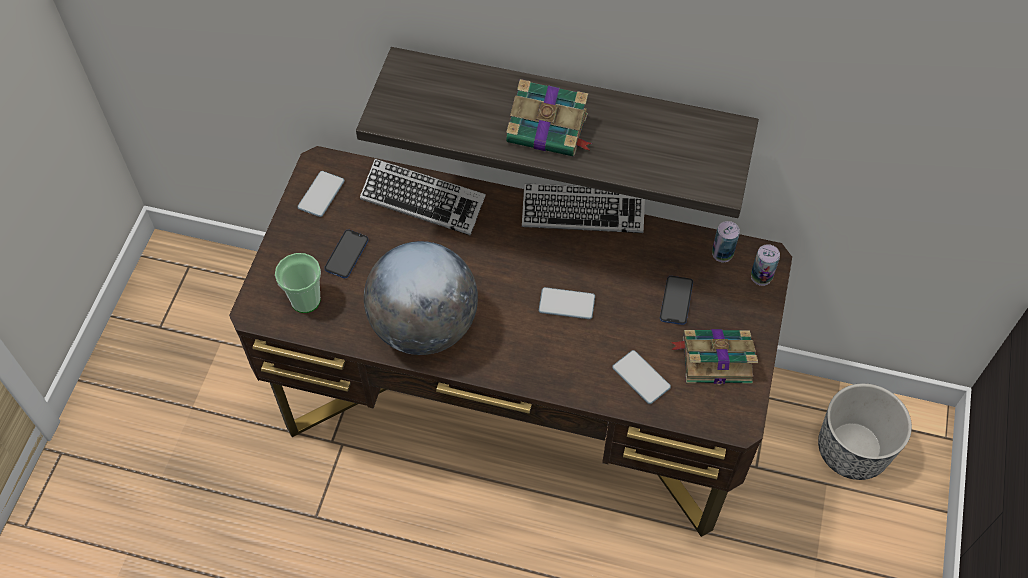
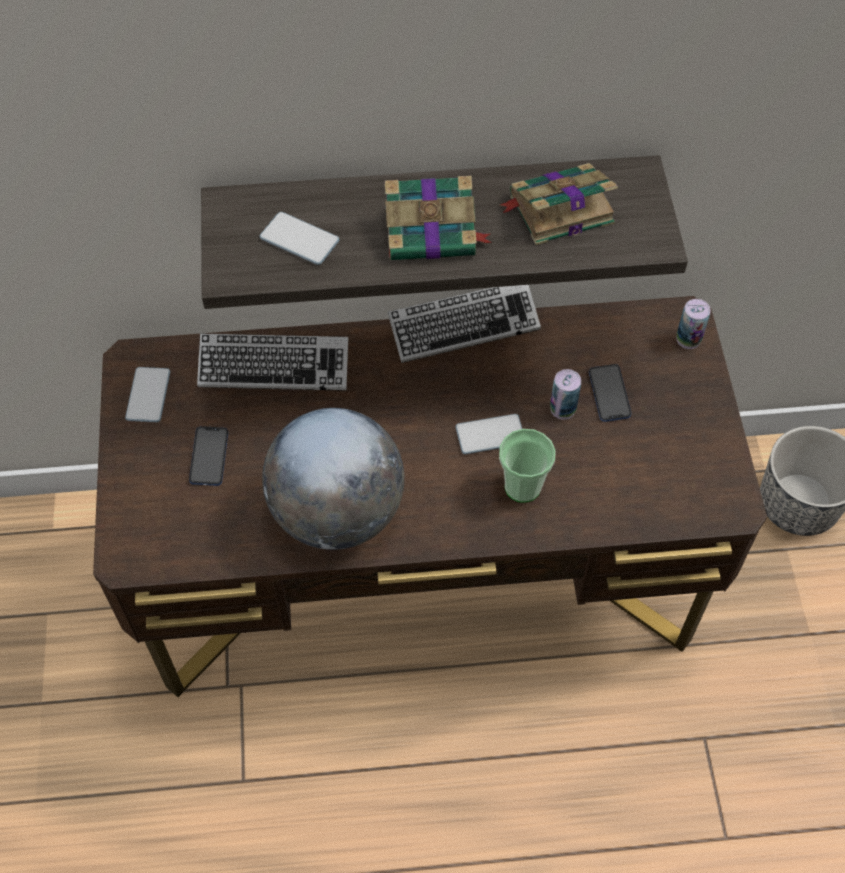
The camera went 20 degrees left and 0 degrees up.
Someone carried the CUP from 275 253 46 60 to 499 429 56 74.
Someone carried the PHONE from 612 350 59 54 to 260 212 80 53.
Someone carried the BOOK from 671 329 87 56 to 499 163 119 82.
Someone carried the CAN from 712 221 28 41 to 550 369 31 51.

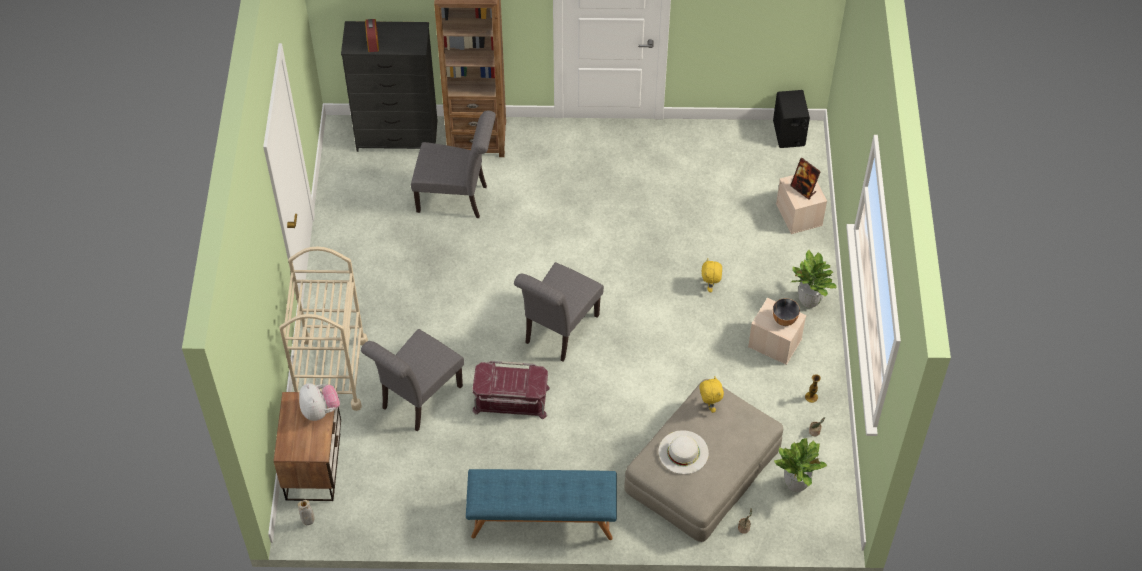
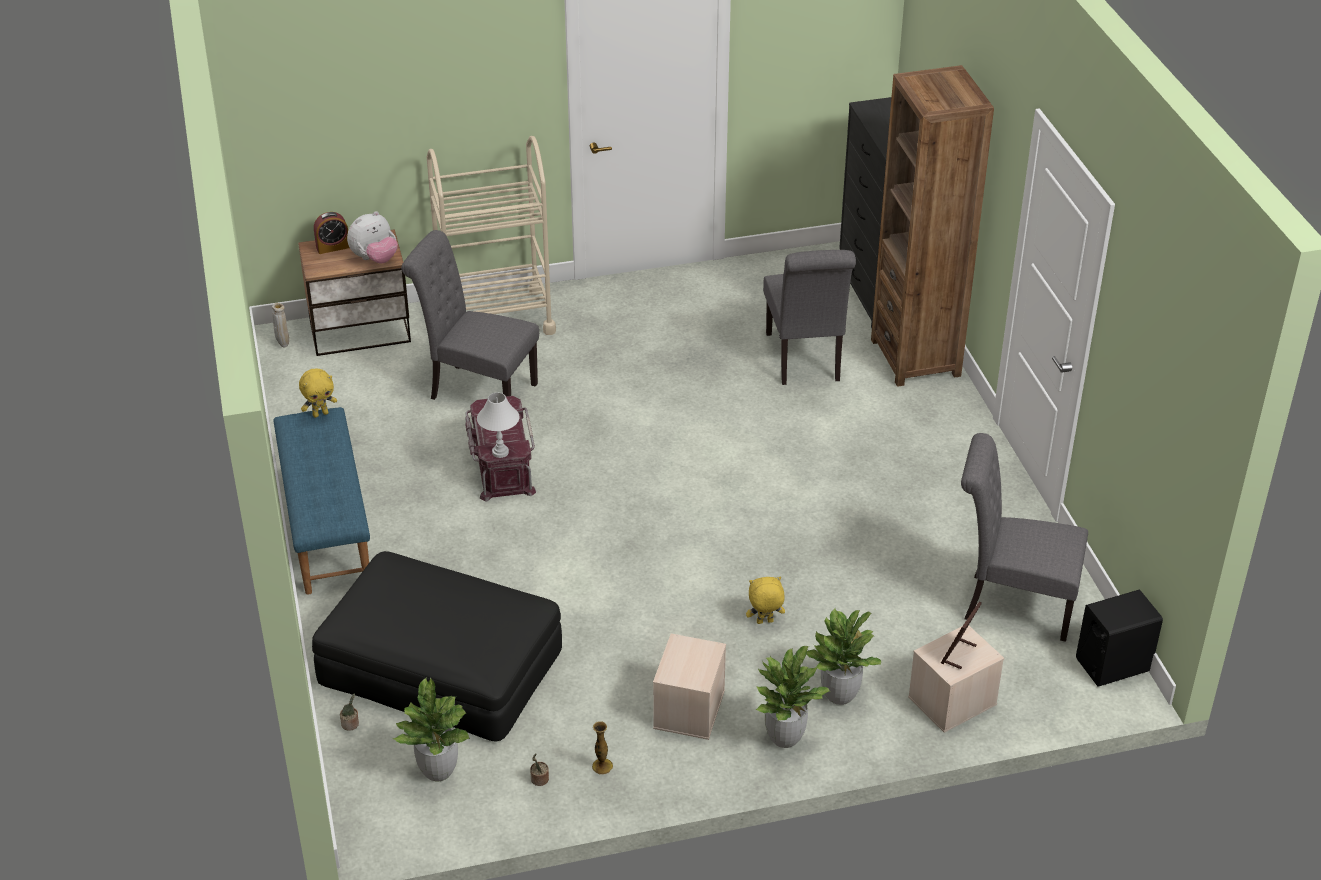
The camera went 75 degrees right and 15 degrees down.
Someone carried the ALARM CLOCK from 365 19 14 33 to 314 212 36 42.
Someone carried the GRAY PLAIN CHAIR from 514 262 90 100 to 961 433 127 209.
Someone repainted the BEIGE-COLOURED POUFFE at 624 379 159 163, which became the BLACKISH POUFFE at 312 551 250 191.
Someone took away the WHITE-COLOURED WEARABLE HAT at 658 430 51 44.
Someone carried the YELLOW SOFT TOY from 699 377 25 36 to 299 369 38 49.
Someone took away the SERVING BOWL at 773 298 27 28.
Someone put down the WHITE-COLOURED TABLETOP LAMP at 477 393 43 65.
Someone put down the PLANT IN A POT at 807 608 74 97.

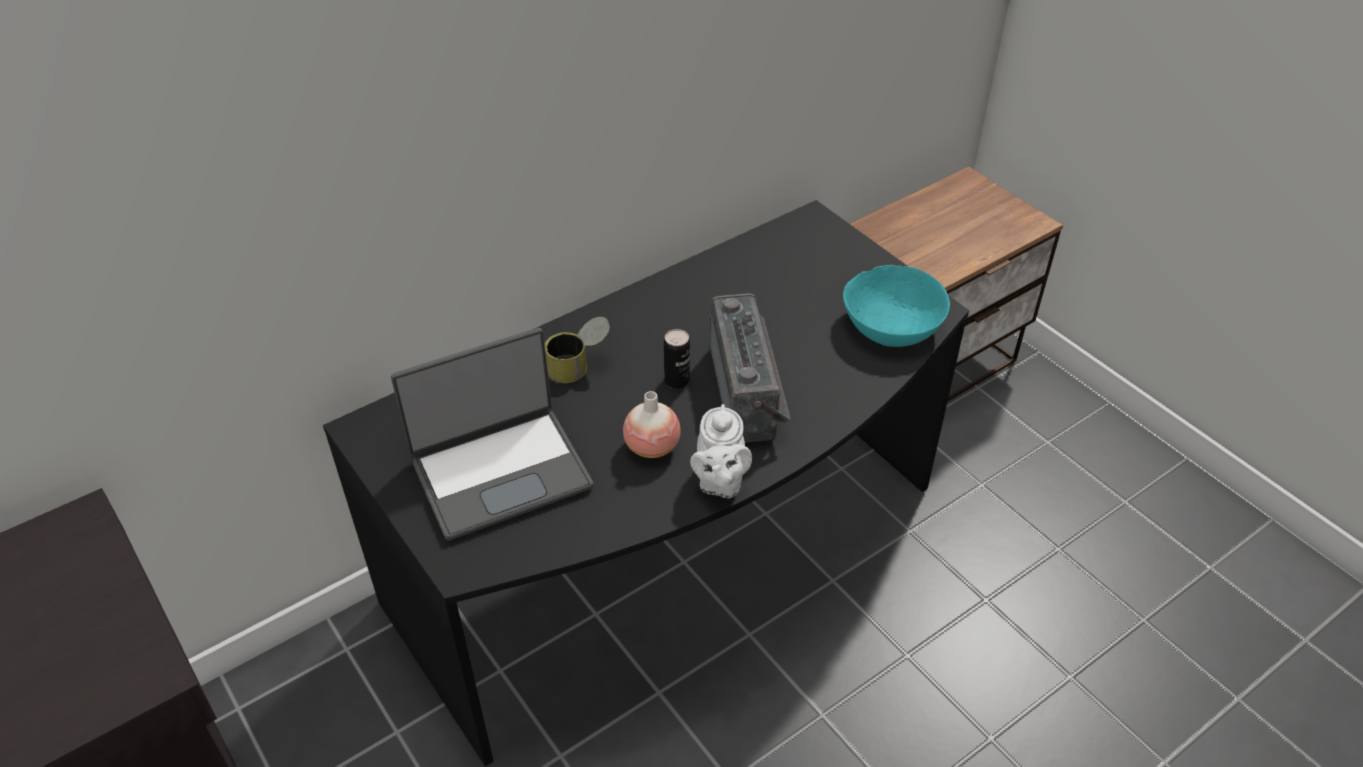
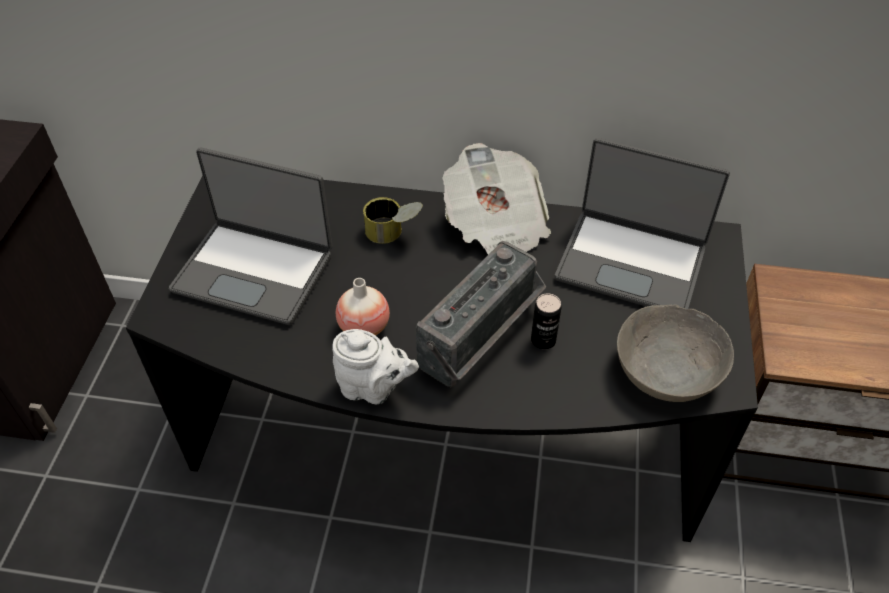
The camera went 45 degrees right and 5 degrees up.
Someone carried the CAN from 664 329 26 60 to 531 293 31 57.
Someone rotated the WHITE-COLOURED TEAPOT at 690 404 62 94 by 120 degrees counterclockwise.
Someone repainted the BLUE-GREEN SERVING BOWL at 843 265 107 82, which became the GRAY SERVING BOWL at 617 304 117 98.
Someone put down the DAILY PAPER at 442 143 109 112.
Someone put down the NOTEBOOK COMPUTER at 555 138 175 171.

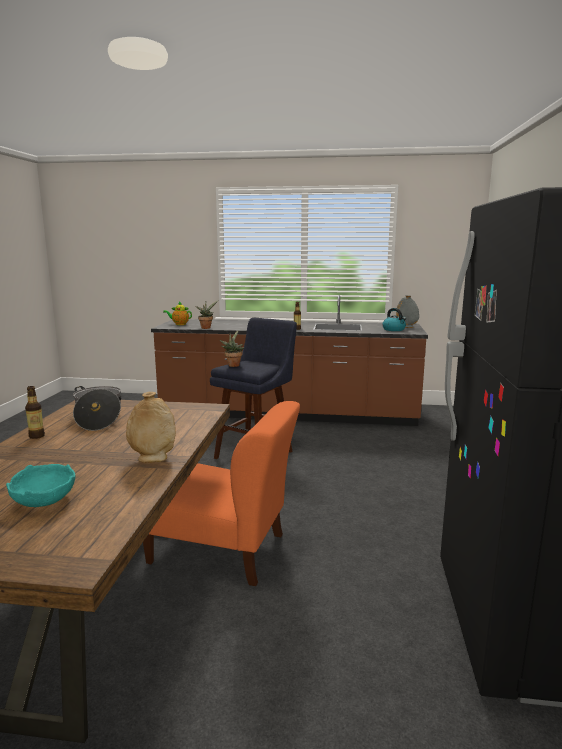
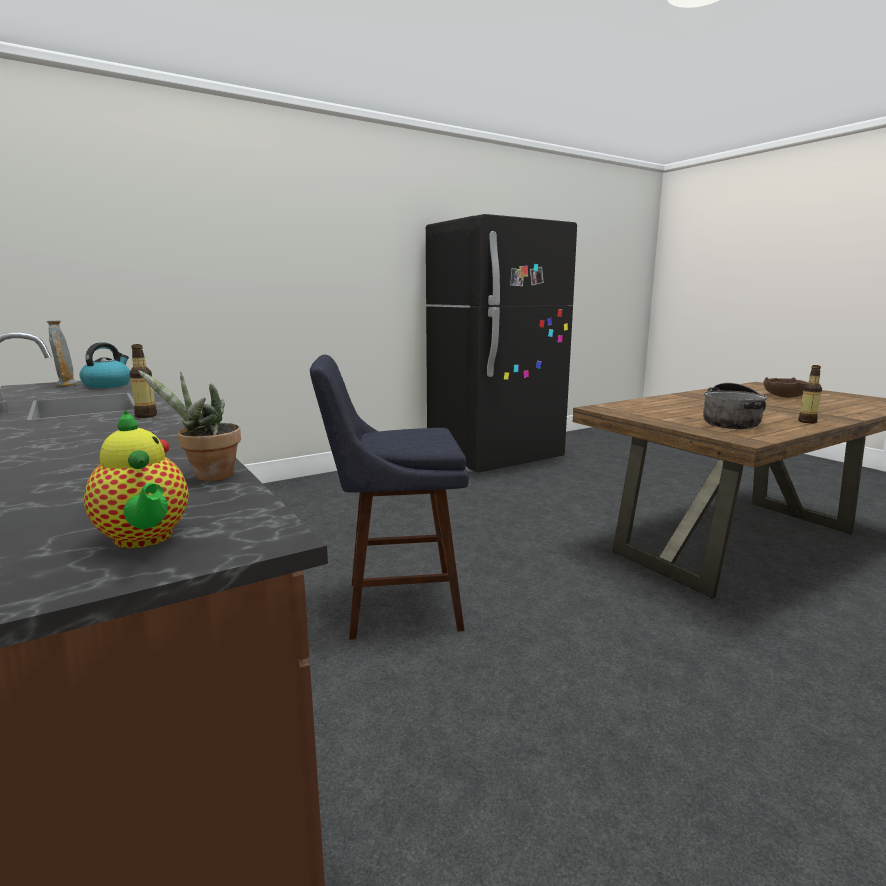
The camera went 130 degrees left and 0 degrees up.
Someone repainted the BLUE-GREEN SERVING BOWL at 6 464 70 43, which became the BROWN SERVING BOWL at 764 377 44 21.
Someone took away the BEIGE-COLOURED FLOWER VASE at 126 392 50 71.
Someone took away the ORANGE PLAIN CHAIR at 143 401 157 185.
Someone took away the PLANT IN A POT at 220 330 24 37.

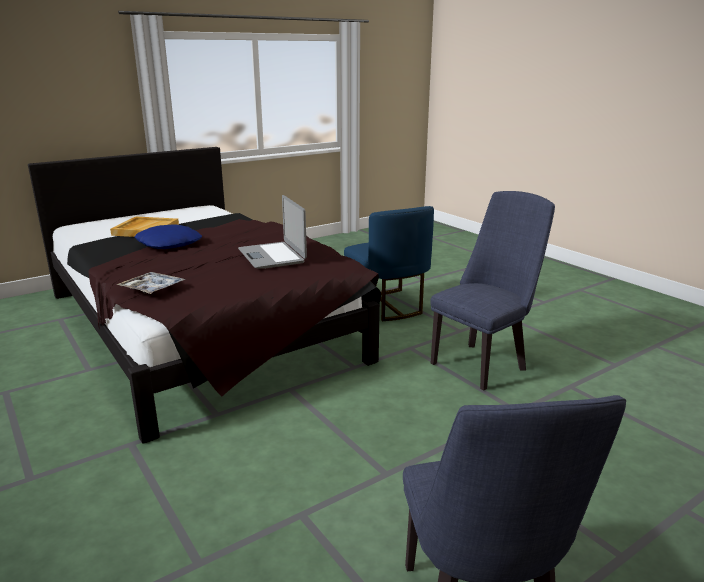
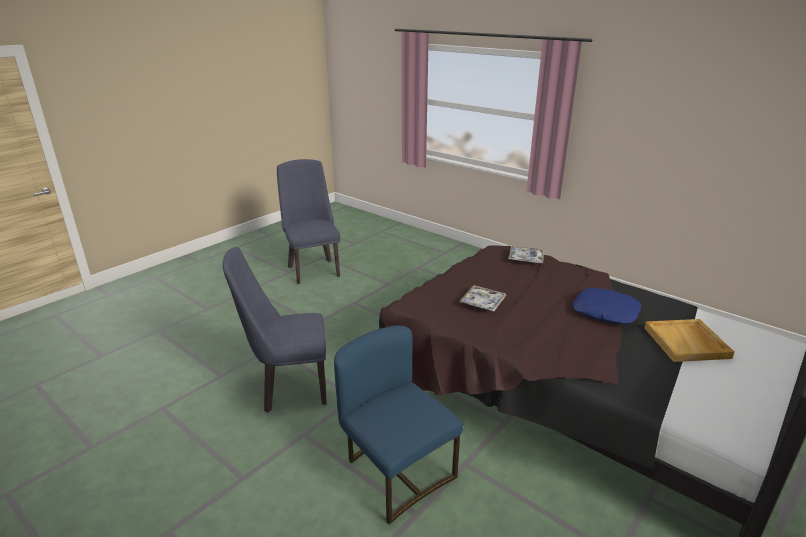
The camera went 165 degrees right and 5 degrees up.
Someone swapped the NOTEBOOK COMPUTER at 238 195 69 74 for the SERVING TRAY at 459 285 48 26.
Someone rotated the BLUISH PLAIN CHAIR at 430 191 125 200 by 45 degrees clockwise.

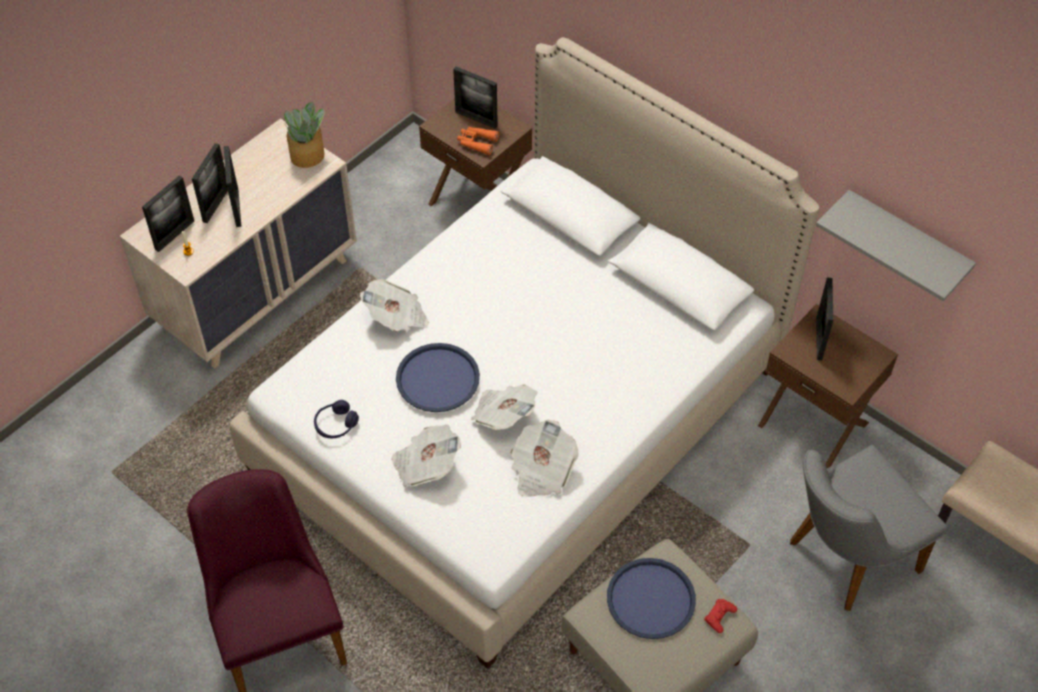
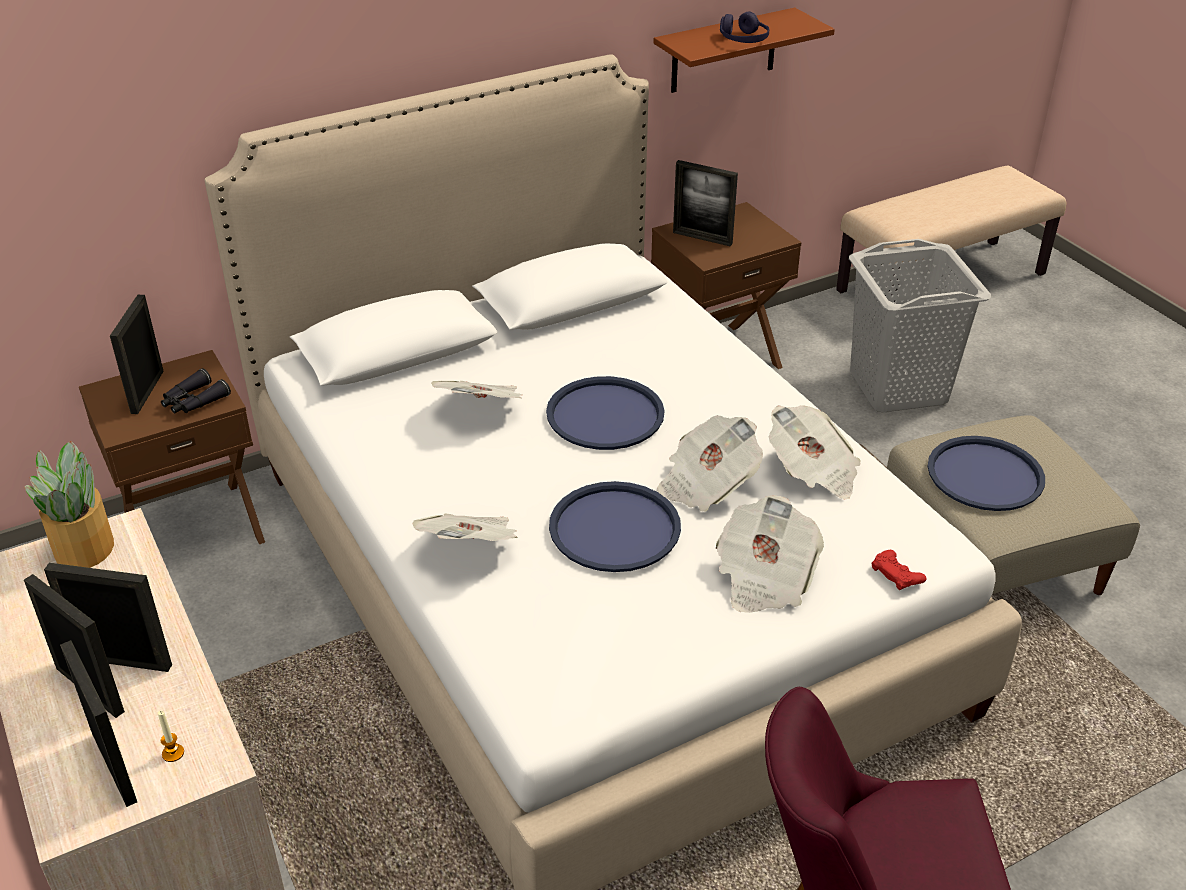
The camera went 70 degrees left and 15 degrees down.
Someone carried the PURPLE HEADSET from 314 400 45 38 to 720 11 49 32.
Someone rotated the PICTURE FRAME at 453 66 45 63 by 135 degrees clockwise.
Someone repainted the ORANGE FIELD GLASSES at 457 127 42 28, which became the BLACKISH FIELD GLASSES at 161 368 70 45.
Someone carried the RED JOYPAD from 704 599 33 34 to 871 550 56 40.
Someone swapped the GRAY PLAIN CHAIR at 790 445 158 166 for the GRAY HAMPER at 849 239 142 173.
Someone repainted the GRAY WALL SHELF at 816 190 160 111, which became the BROWN WALL SHELF at 654 8 181 85.
Someone put down the DAILY PAPER at 431 381 91 18.
Someone put down the BLUISH SERVING TRAY at 546 376 119 74.

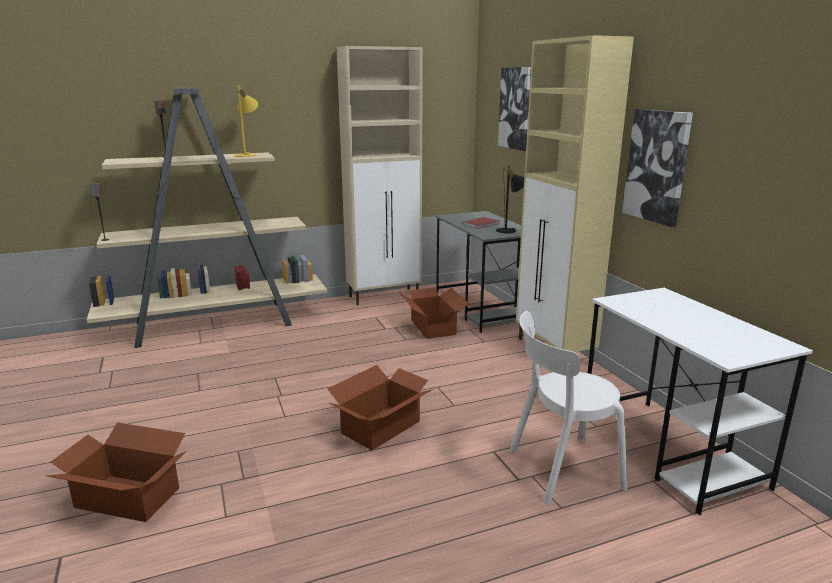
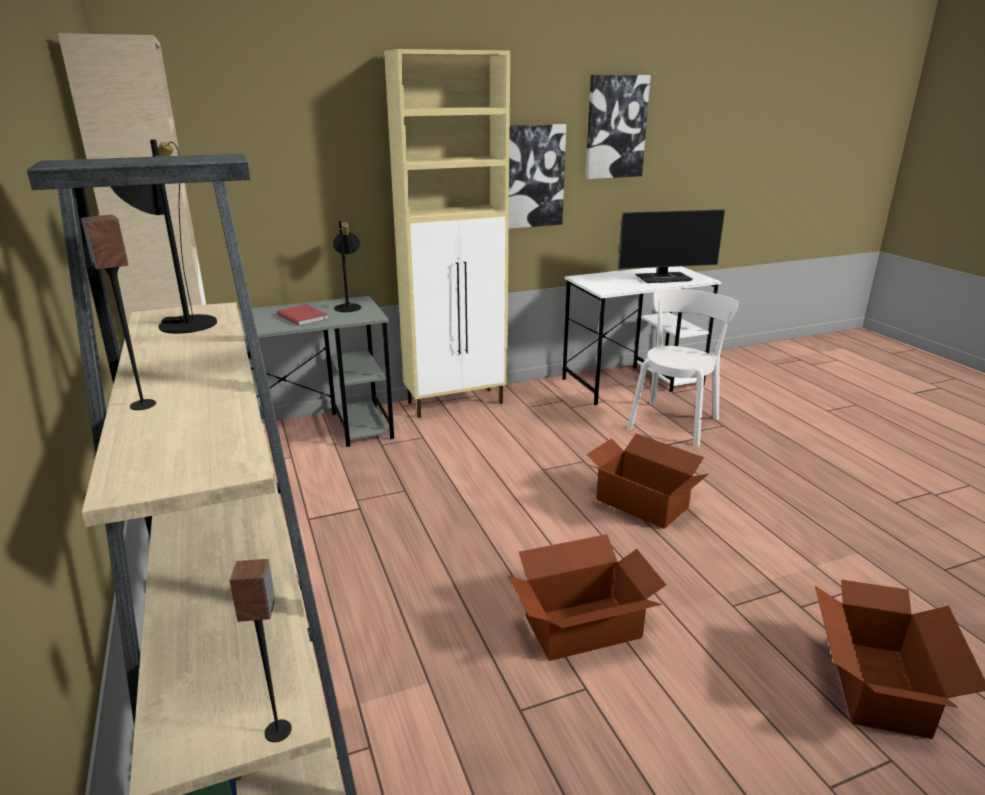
The camera went 90 degrees left and 5 degrees up.
Someone repainted the YELLOW TABLETOP LAMP at 234 85 24 72, which became the BLACKISH TABLETOP LAMP at 110 140 107 194.
Someone carried the CARTON from 400 288 69 51 to 508 534 158 127.
Someone carried the WALL PICTURE from 498 67 33 84 to 585 75 66 104.
Someone rotated the WHITE-COLOURED PLAIN CHAIR at 510 311 117 193 by 135 degrees counterclockwise.
Someone put down the COMPUTER SCREEN at 618 209 107 74.

